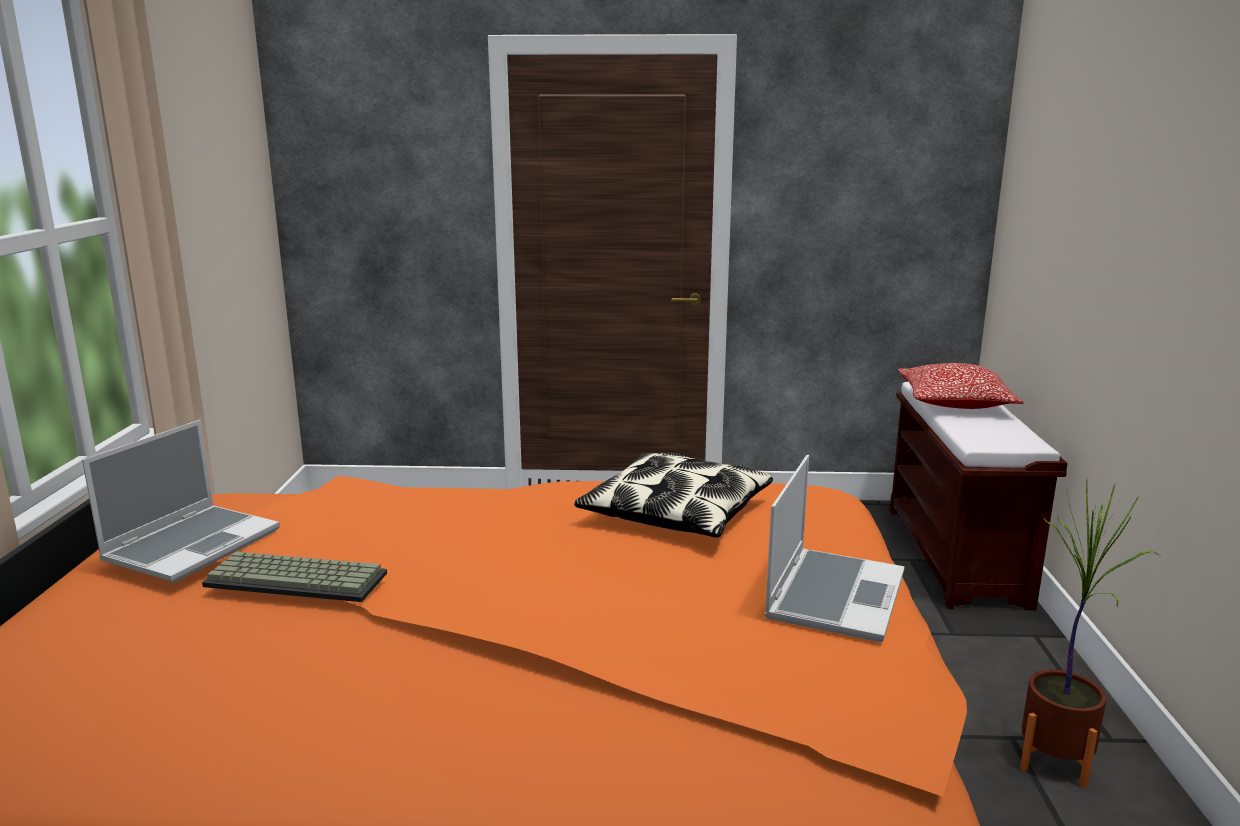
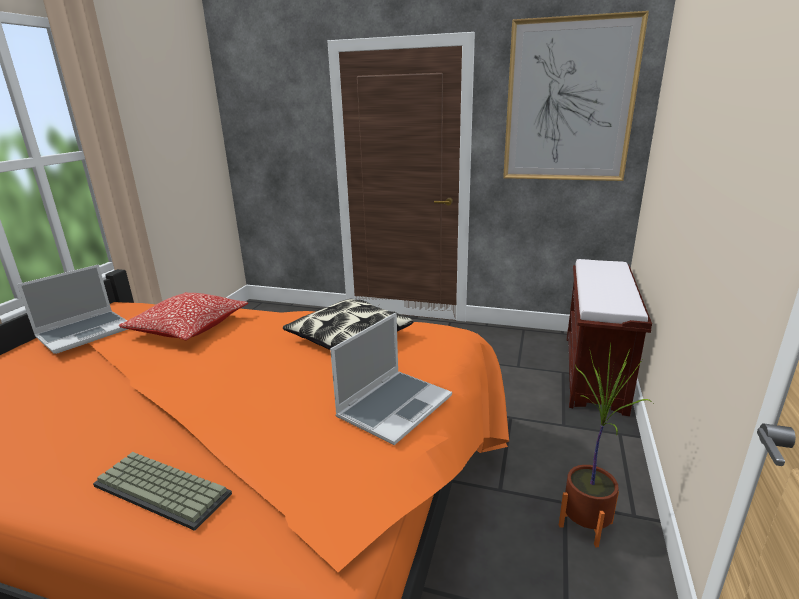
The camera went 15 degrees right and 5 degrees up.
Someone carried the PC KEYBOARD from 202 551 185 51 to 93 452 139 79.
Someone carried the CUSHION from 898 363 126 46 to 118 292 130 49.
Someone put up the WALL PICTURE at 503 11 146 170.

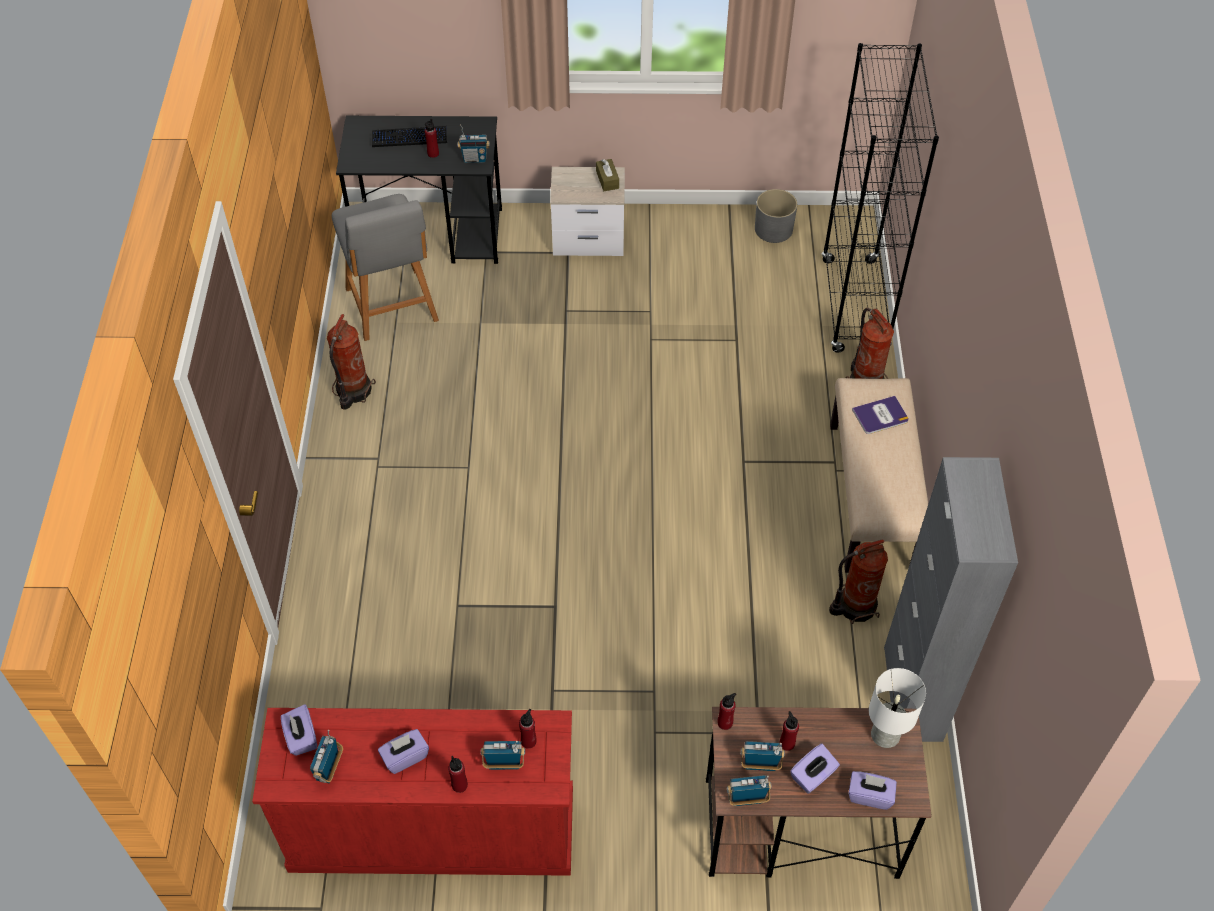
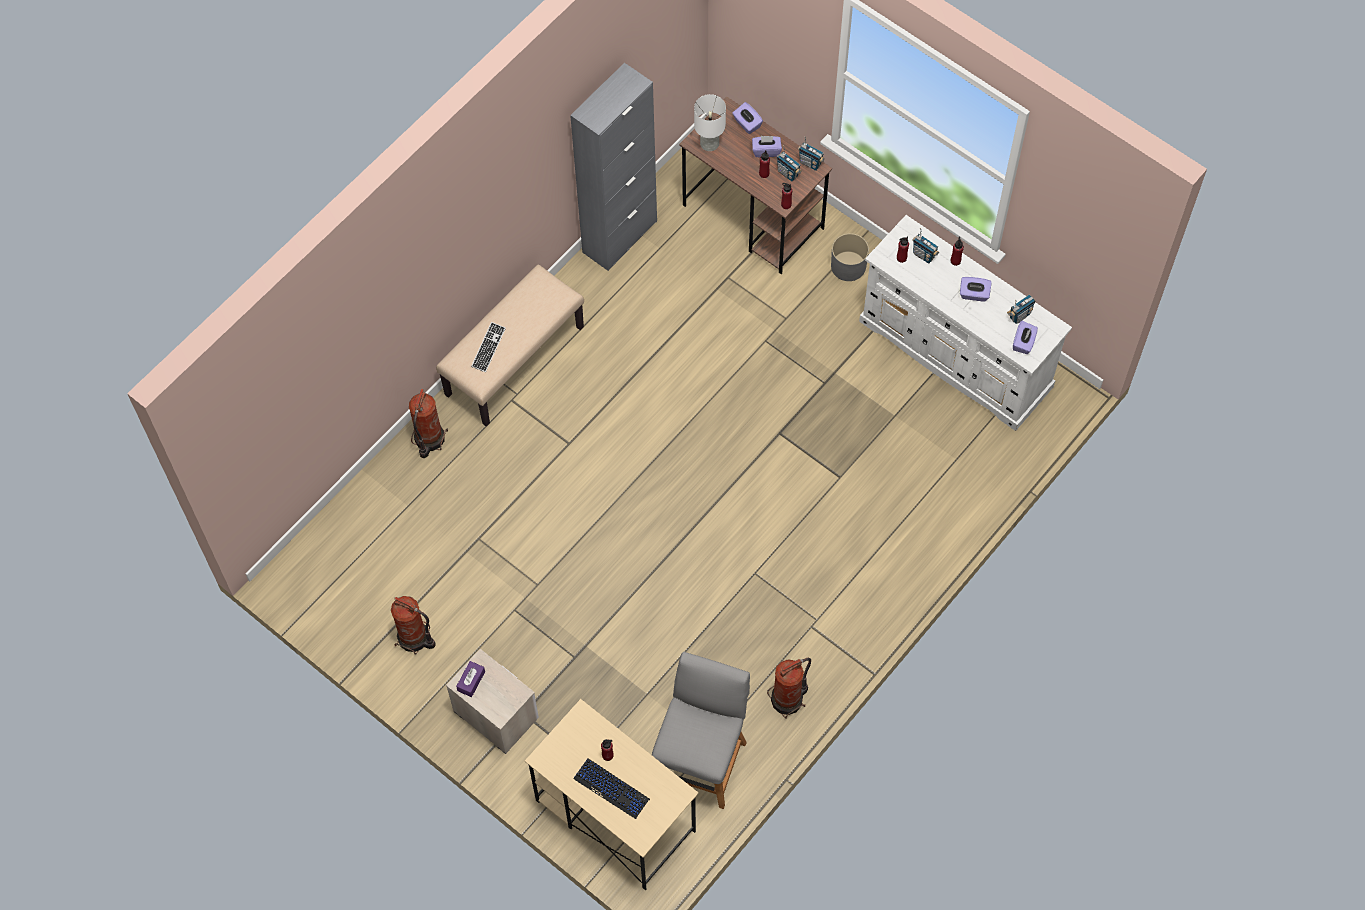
The camera went 140 degrees left and 10 degrees up.
Someone repainted the RED DRAWER CHEST at 252 708 321 168, which became the WHITE-COLOURED DRAWER CHEST at 859 215 213 216.
Someone repainted the BLACKISH DESK UNIT at 336 116 166 148, which became the BEIGE-COLOURED DESK UNIT at 525 699 174 191.
Someone took away the RADIO RECEIVER at 457 124 33 39.
Someone repainted the BROWN BOX OF TISSUES at 596 159 23 32, which became the PURPLE BOX OF TISSUES at 456 661 29 36.
Someone carried the GRAY FLOWER POT from 755 189 42 54 to 831 233 38 48.
Someone took away the BLACKISH BOOKSHELF at 822 43 117 310.
Someone carried the FIRE EXTINGUISHER from 829 539 59 85 to 391 596 45 59.
Someone swapped the BOOK at 852 396 57 38 for the PC KEYBOARD at 471 322 35 50.

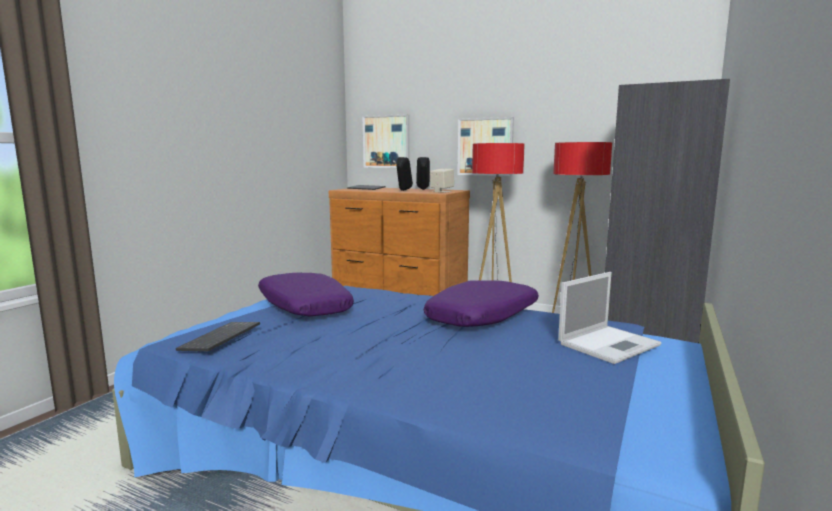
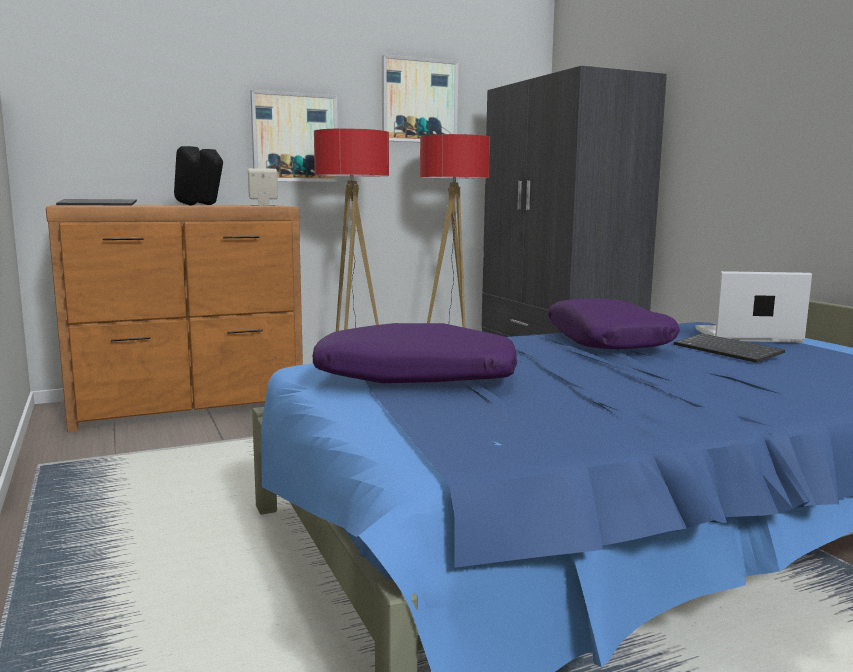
The camera went 50 degrees left and 0 degrees up.
Someone carried the PC KEYBOARD from 176 322 84 29 to 674 334 111 29.
Someone carried the WALL PICTURE from 362 114 48 54 to 382 54 76 88.
Someone rotated the NOTEBOOK COMPUTER at 558 272 104 92 by 90 degrees counterclockwise.

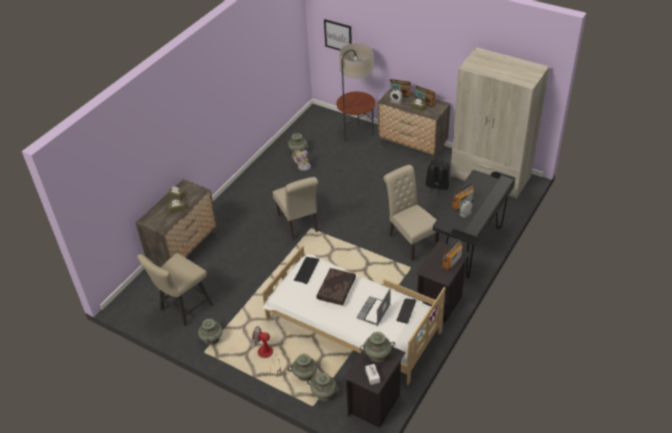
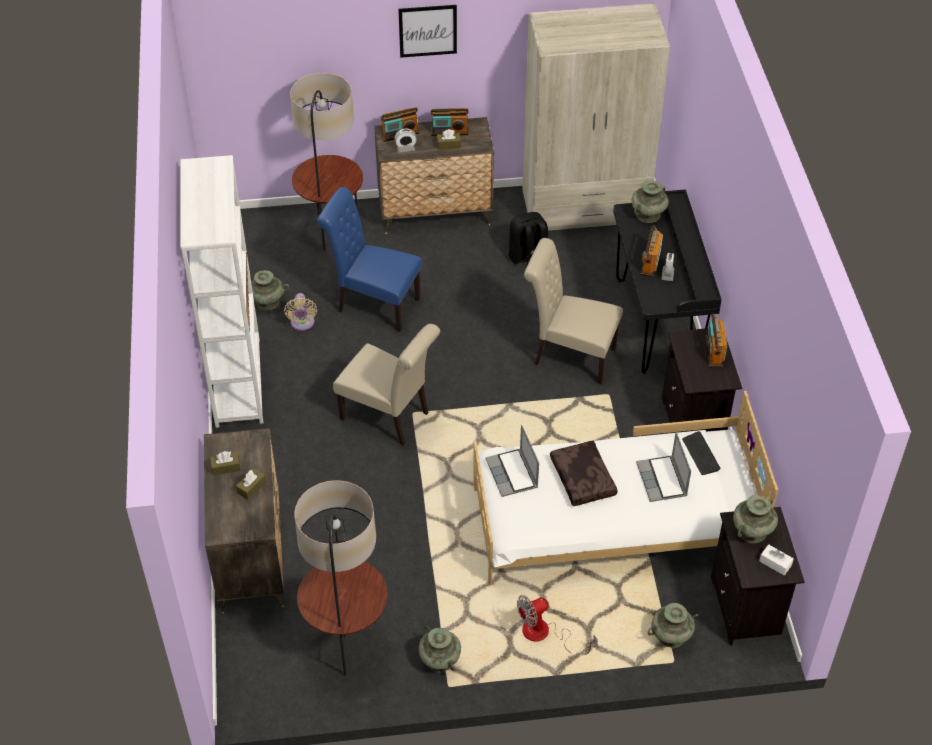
The camera went 40 degrees left and 5 degrees up.
Someone swapped the BEIGE-COLOURED PLAIN CHAIR at 137 253 76 73 for the STANDARD LAMP at 295 480 93 196.
Someone carried the BLUE-GREEN FLOWER VASE from 288 354 33 27 to 631 180 38 43.
Someone swapped the PC KEYBOARD at 294 257 25 27 for the NOTEBOOK COMPUTER at 485 425 54 72.
Someone carried the WALL PICTURE from 324 19 28 31 to 398 5 59 53.
Someone put down the WHITE-COLOURED BOOKSHELF at 180 155 83 273.
Someone put down the BLUISH PLAIN CHAIR at 317 187 105 145.

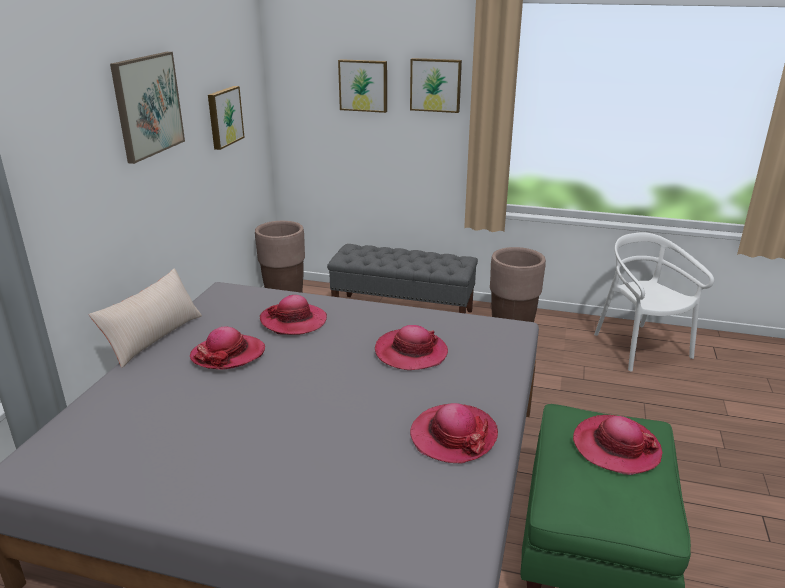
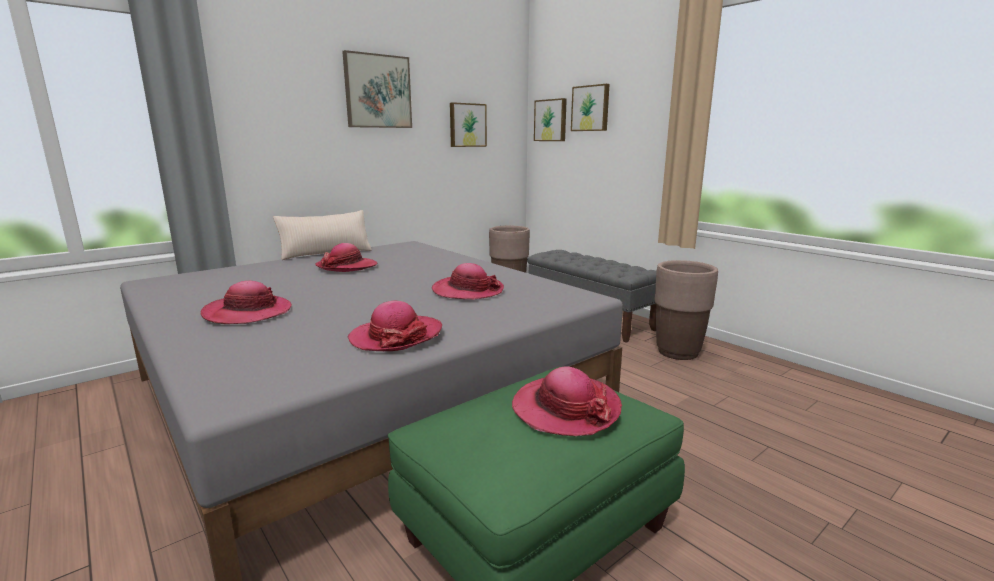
The camera went 35 degrees right and 10 degrees down.
Someone carried the WEARABLE HAT from 260 295 67 40 to 200 281 92 43.
Someone carried the WALL PICTURE from 410 58 52 55 to 534 98 33 43.
Someone took away the WHITE-COLOURED PLAIN CHAIR at 594 232 120 139.

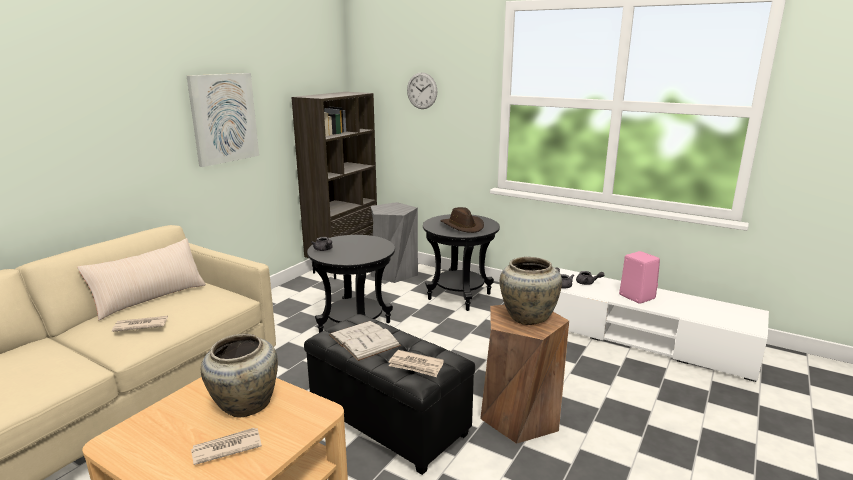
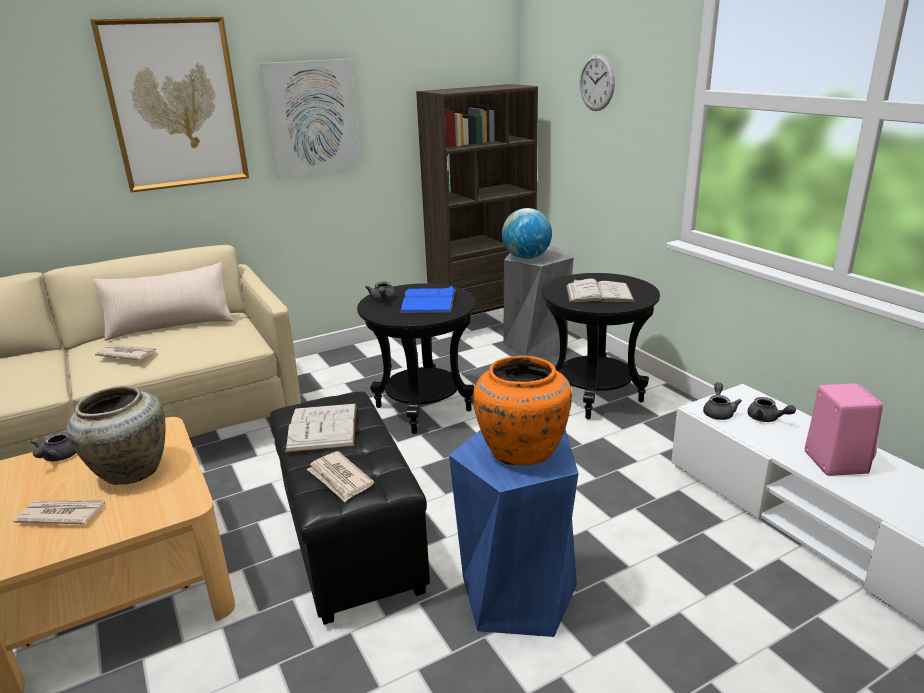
The camera went 30 degrees right and 5 degrees up.
Someone swapped the BROWN WEARABLE HAT at 441 207 43 26 for the WHITE-COLOURED BOOK at 566 278 69 24.
Someone repainted the BROWN STOOL SEAT at 480 304 89 140, which became the BLUISH STOOL SEAT at 449 430 130 207.
Someone repainted the BEIGE-COLOURED FLOWER VASE at 500 257 62 68, which became the ORANGE FLOWER VASE at 473 356 99 109.
Someone put down the GRAY TEAPOT at 30 432 46 29.
Someone put up the WALL PICTURE at 90 16 159 177.
Someone put down the BLUISH BOOK at 400 285 56 28.
Someone put down the WORLD GLOBE at 502 208 50 51.

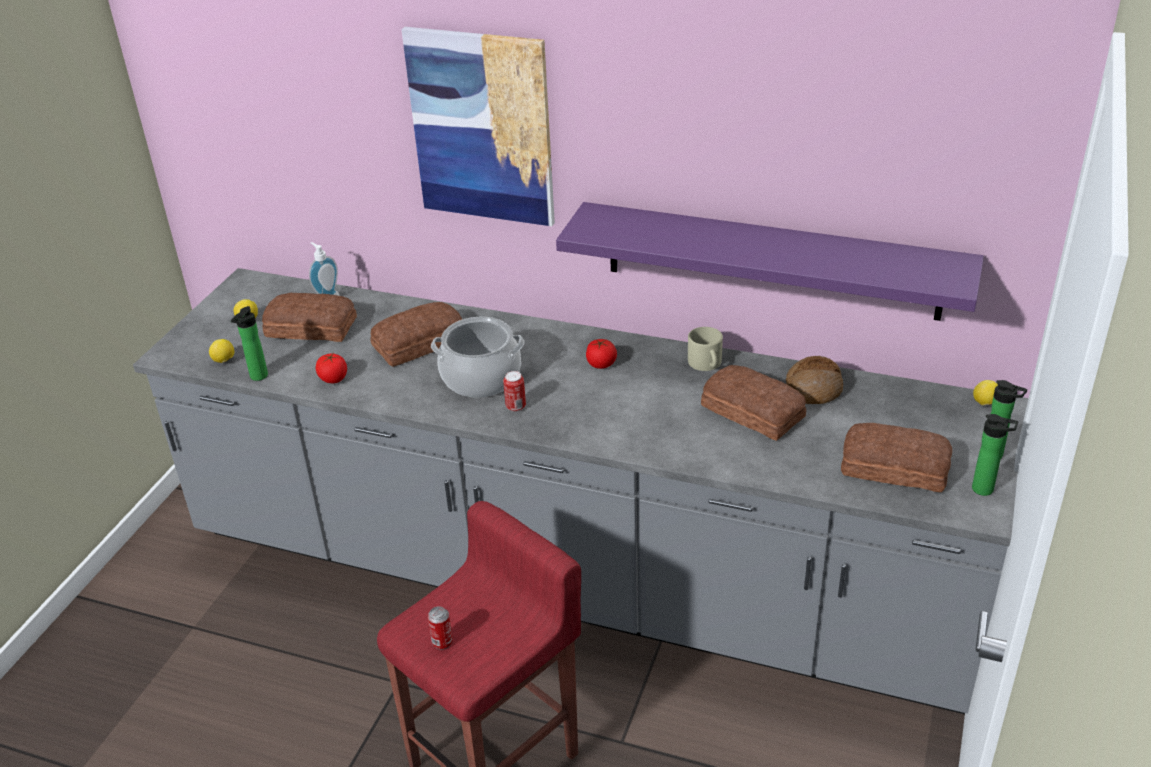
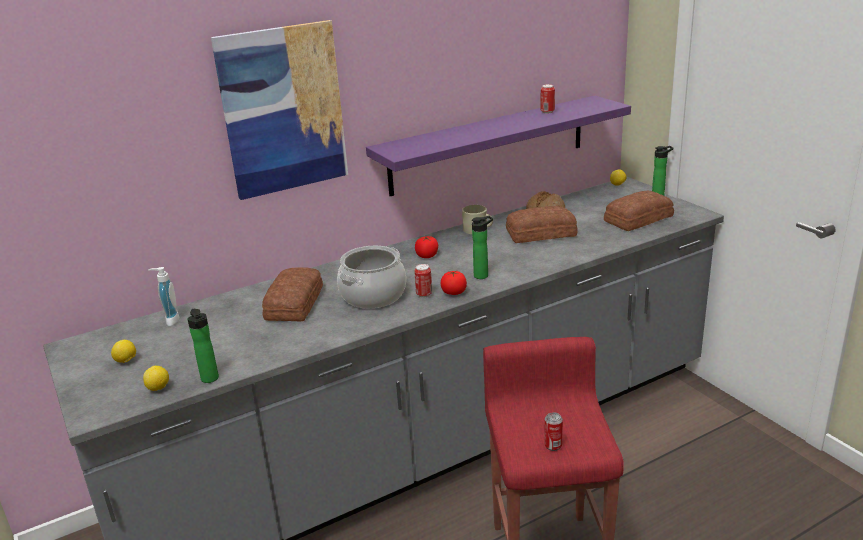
The camera went 50 degrees left and 10 degrees down.
Someone took away the BAKERY BREAD at 262 293 95 49.
Someone carried the WHOLE TOMATO from 316 353 31 30 to 441 271 26 24.
Someone carried the BOTTLE from 972 414 46 82 to 472 216 21 63.
Someone put down the CAN at 541 84 14 29.

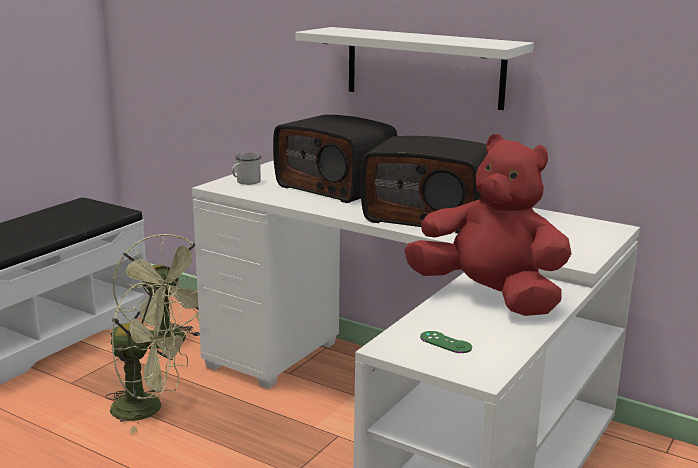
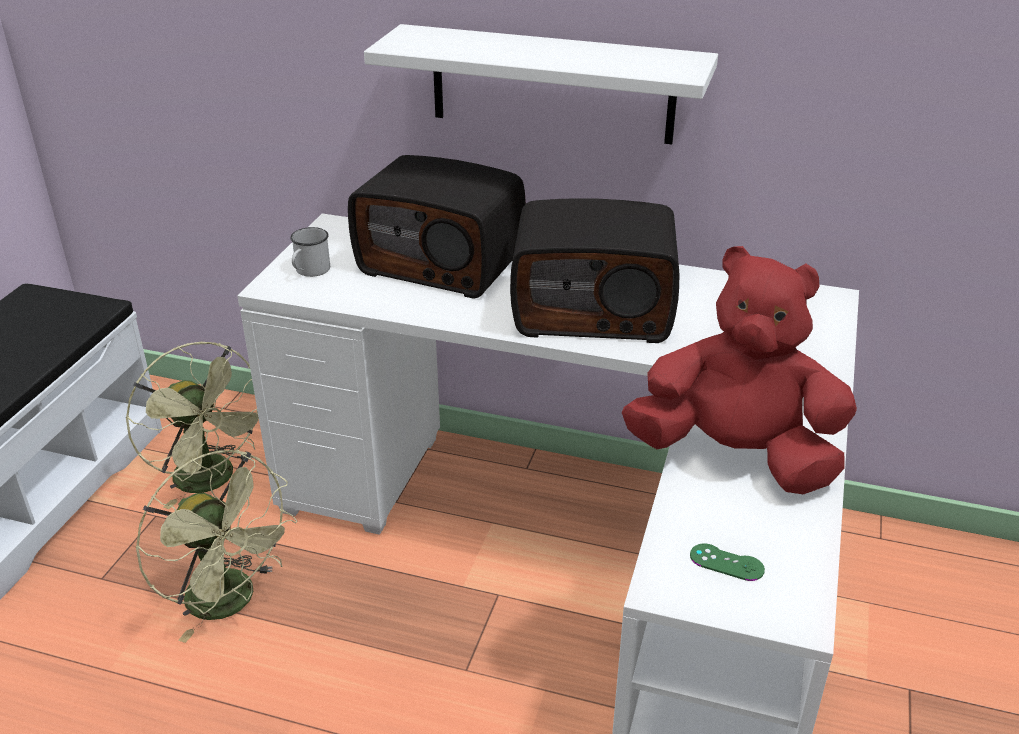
The camera went 15 degrees left and 15 degrees up.
Someone rotated the GREEN-COLOURED ELECTRIC FAN at 106 283 84 151 by 45 degrees clockwise.

